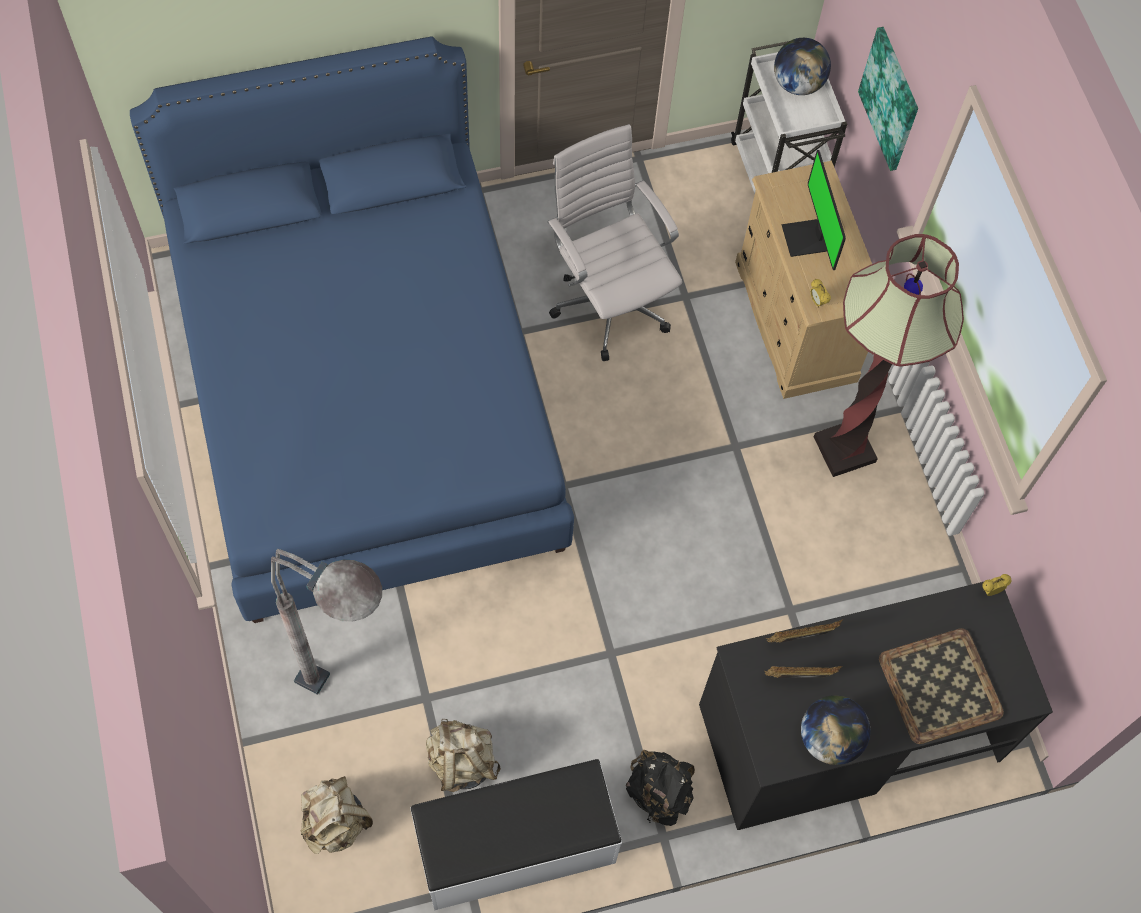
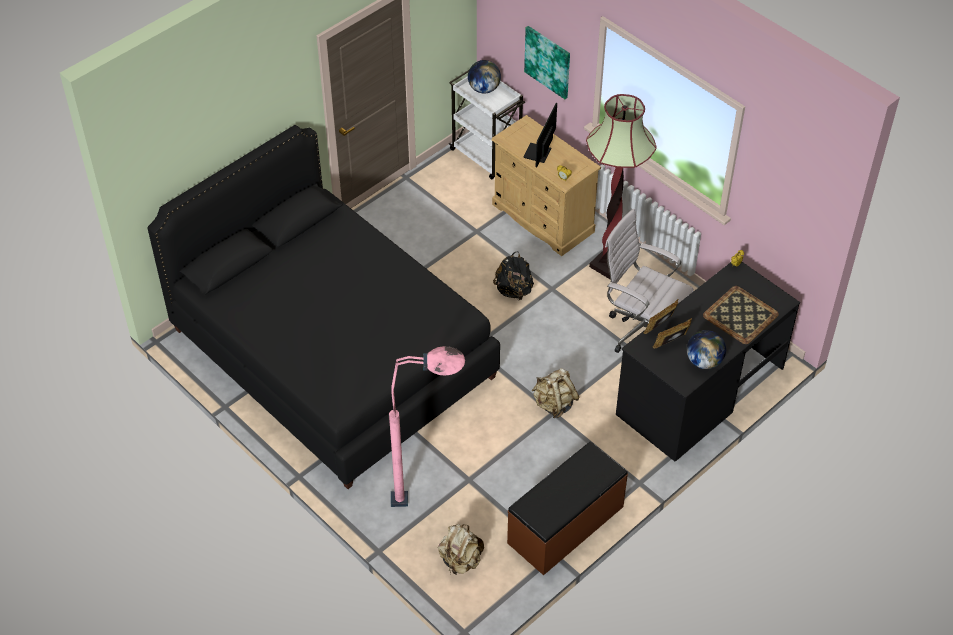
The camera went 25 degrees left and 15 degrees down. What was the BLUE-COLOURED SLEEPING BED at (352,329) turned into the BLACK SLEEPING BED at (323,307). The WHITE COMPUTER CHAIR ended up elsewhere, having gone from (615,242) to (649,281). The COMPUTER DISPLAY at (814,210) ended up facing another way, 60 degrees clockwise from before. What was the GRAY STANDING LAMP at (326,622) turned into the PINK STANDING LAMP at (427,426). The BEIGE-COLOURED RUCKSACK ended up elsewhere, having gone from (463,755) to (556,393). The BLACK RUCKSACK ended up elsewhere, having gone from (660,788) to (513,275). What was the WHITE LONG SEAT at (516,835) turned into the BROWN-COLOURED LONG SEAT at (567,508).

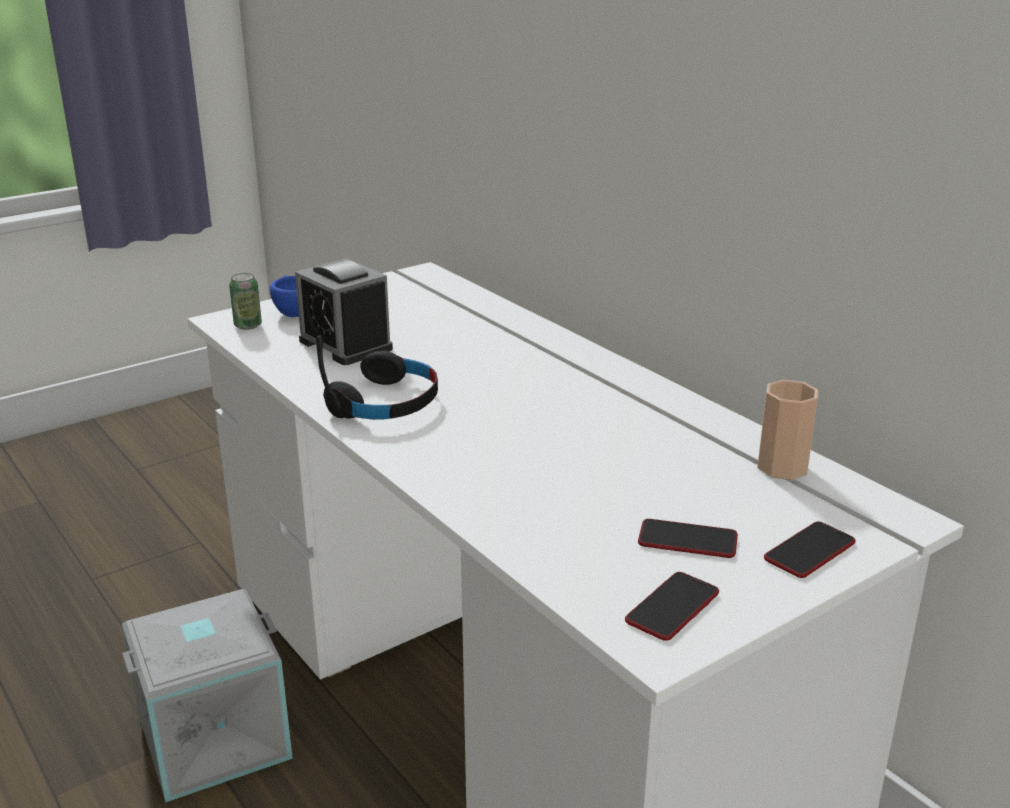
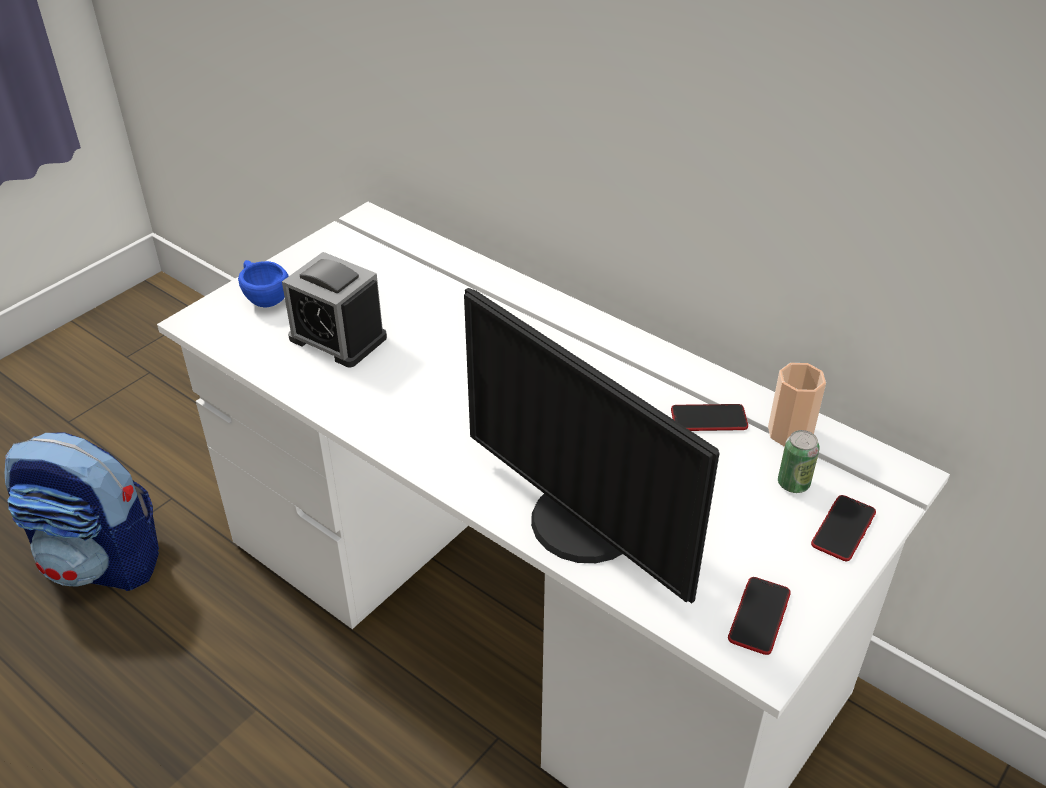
The camera went 15 degrees left and 15 degrees up. The SEALED CAN ended up elsewhere, having gone from (245,301) to (799,461). The second view lost the BLACK HEADPHONES at (377,377). The HANDSET ended up elsewhere, having gone from (688,538) to (709,417). The second view lost the GRAY STORAGE CONTAINER at (207,695). The second view gained the COMPUTER DISPLAY at (591,445). The second view gained the RUCKSACK at (82,512).

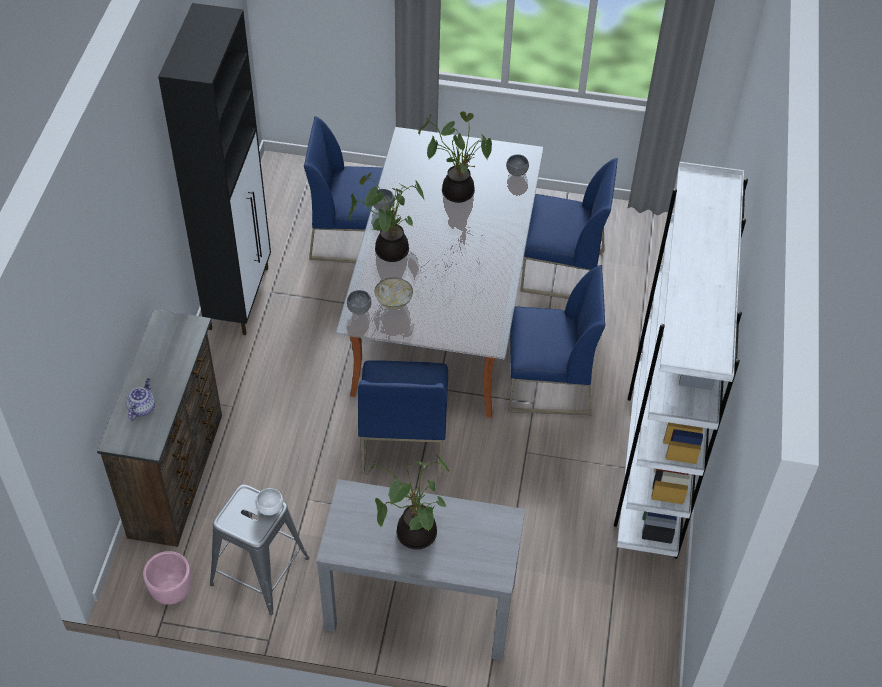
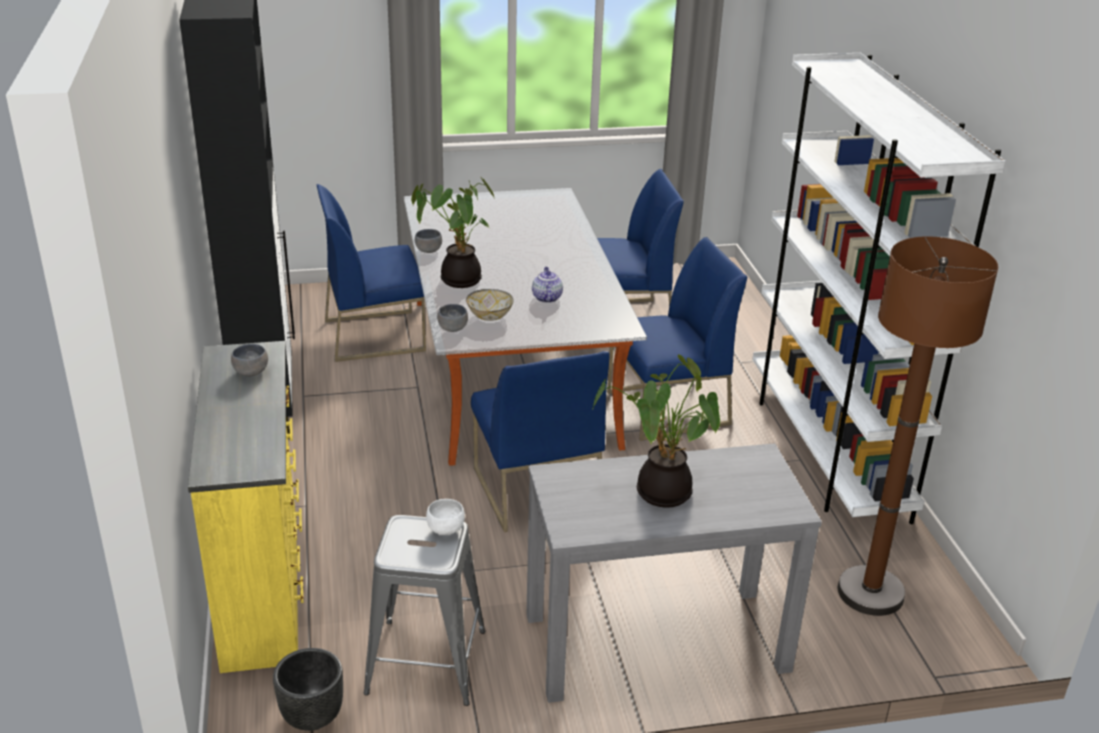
The camera went 20 degrees left and 20 degrees down. The second view lost the PLANT IN A POT at (455,157). The GRAY SERVING BOWL ended up elsewhere, having gone from (517,165) to (249,360). What was the BROWN-COLOURED DRAWER CHEST at (159,428) turned into the YELLOW DRAWER CHEST at (246,507). The TEA POT ended up elsewhere, having gone from (140,399) to (547,285). What was the PINK FLOWER POT at (167,578) turned into the BLACK FLOWER POT at (308,689). The second view gained the BROWN-COLOURED STANDING LAMP at (917,426).

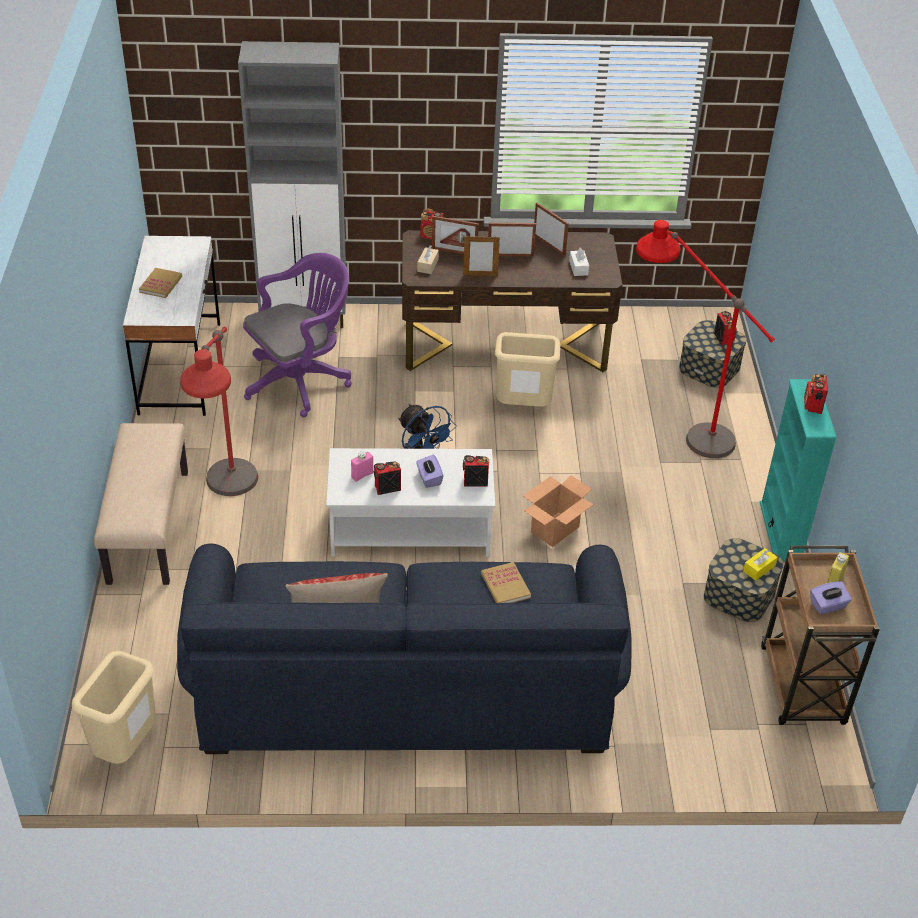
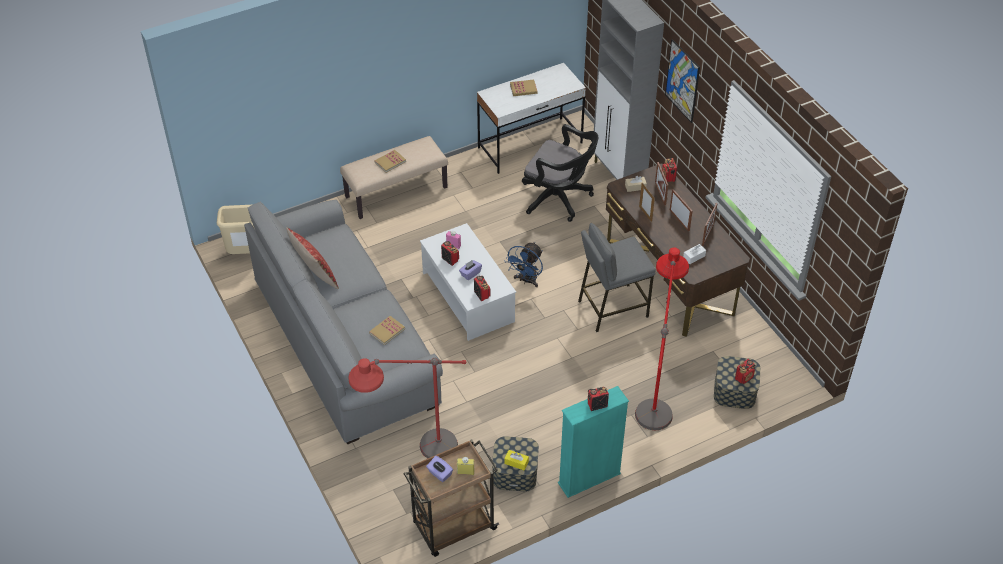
The camera went 65 degrees right and 5 degrees up. What was the PURPLE-COLOURED COMPUTER CHAIR at (297,335) turned into the BLACK COMPUTER CHAIR at (560,173). The RED-COLOURED STANDING LAMP ended up elsewhere, having gone from (219,411) to (407,408). Where the BEIGE-COLOURED RUBBISH BIN stood at (527,369), the GRAY SITTING STOOL came to stand at (617,277). The second view lost the PACKING BOX at (558,511). What was the BLUE-COLOURED SETTEE at (404,649) turned into the GRAY SETTEE at (343,322). The second view gained the WALL PICTURE at (682,81). The second view gained the BOUND BOOK at (390,161).

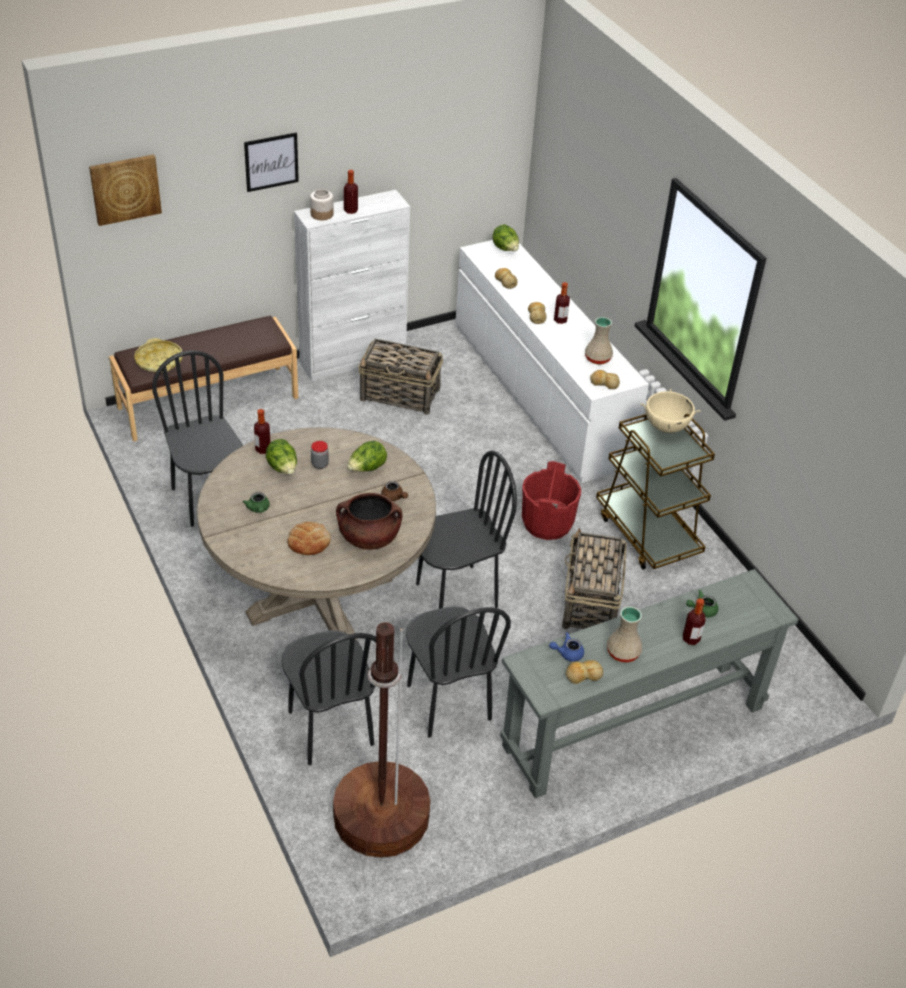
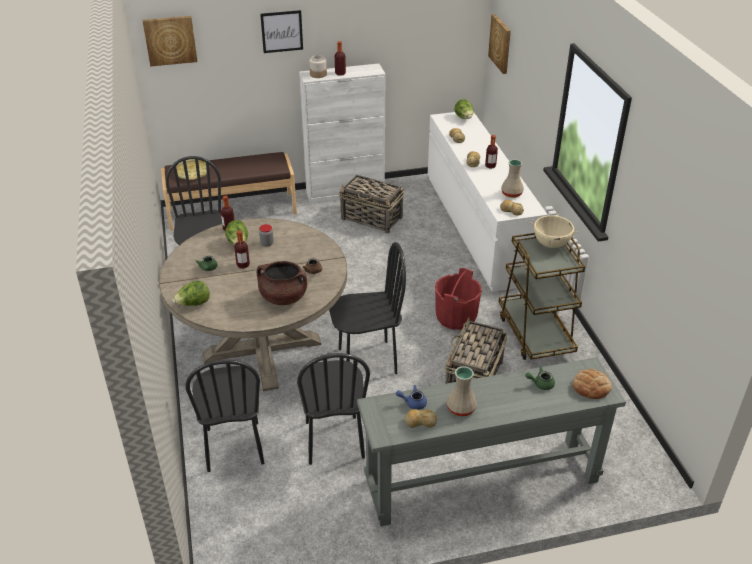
The camera went 15 degrees right and 5 degrees down. The LETTUCE ended up elsewhere, having gone from (367,456) to (191,293). The BAKERY BREAD ended up elsewhere, having gone from (309,538) to (592,384). The BEVERAGE BOTTLE ended up elsewhere, having gone from (694,621) to (242,249). The second view lost the BROWN-COLOURED STANDING LAMP at (381,740). The second view gained the WALL PICTURE at (499,44).

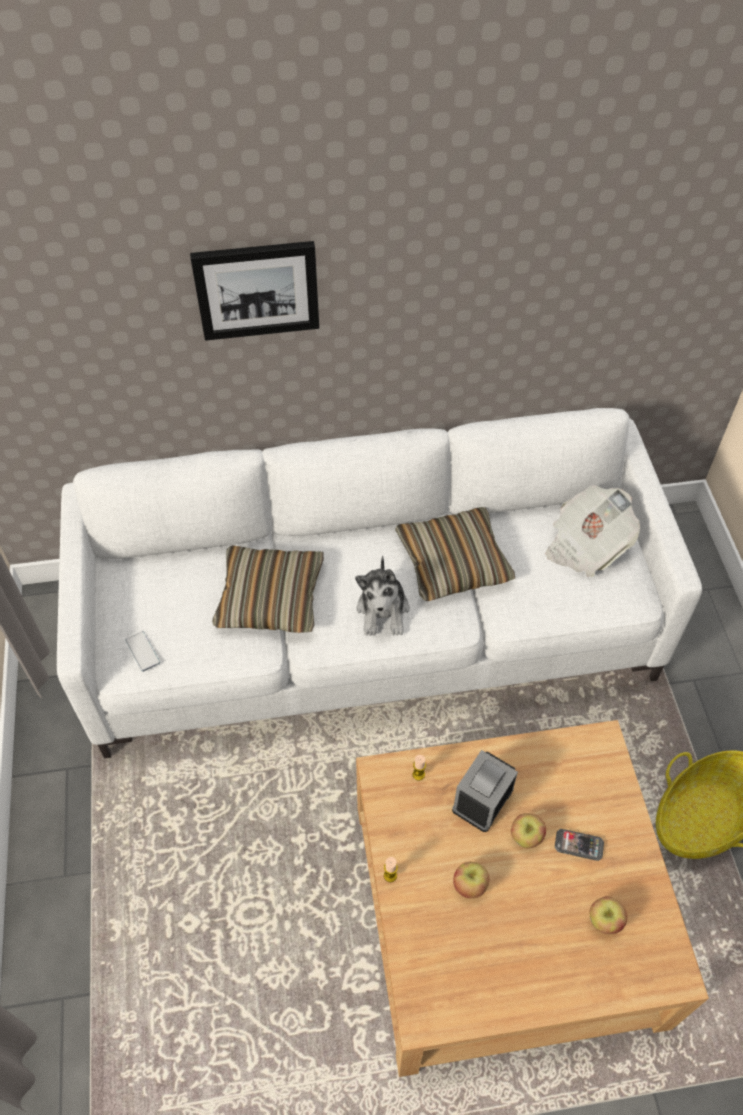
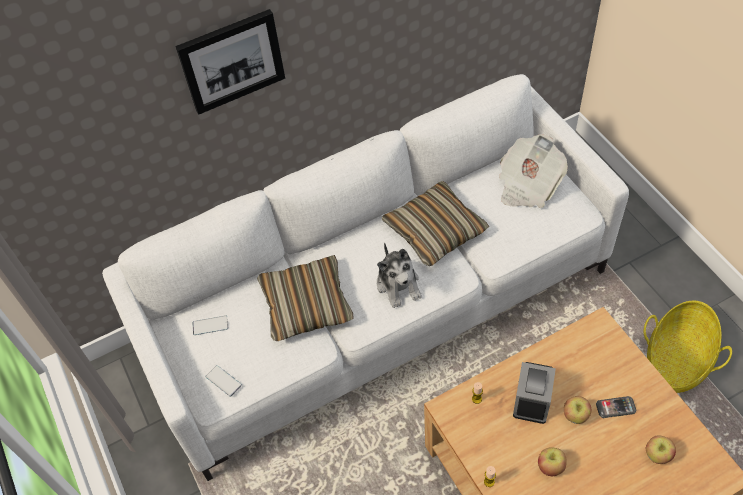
The camera went 15 degrees left and 0 degrees up. The second view gained the HANDSET at (210,325).

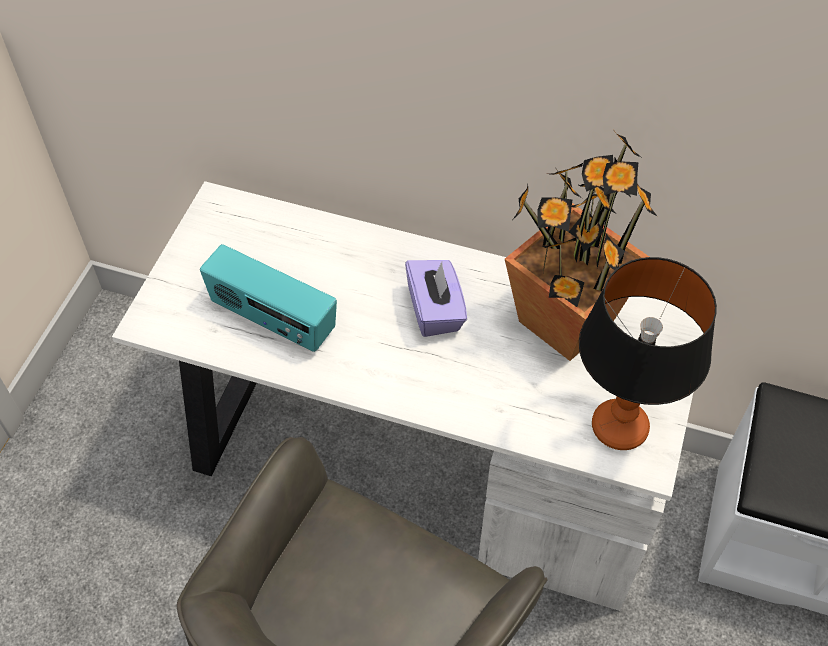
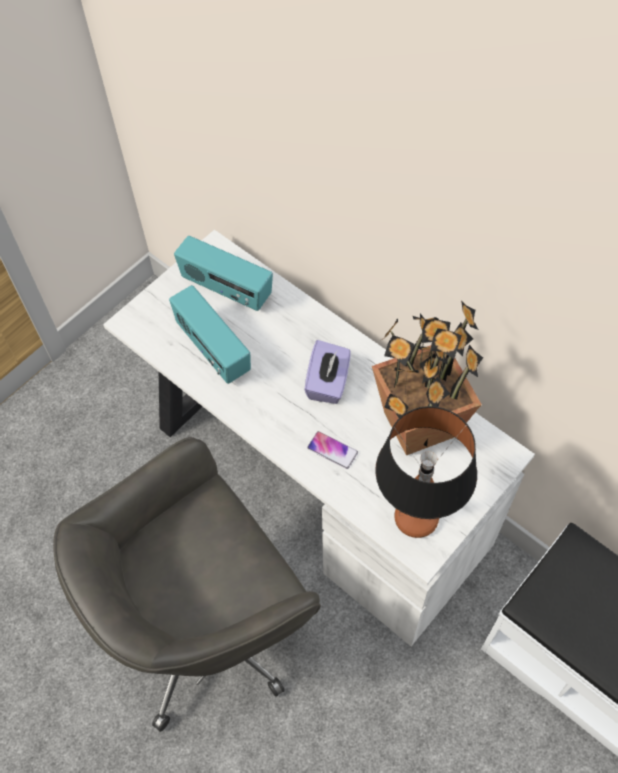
The camera went 25 degrees right and 5 degrees up. The second view gained the RADIO SET at (223,273). The second view gained the HANDSET at (332,450).

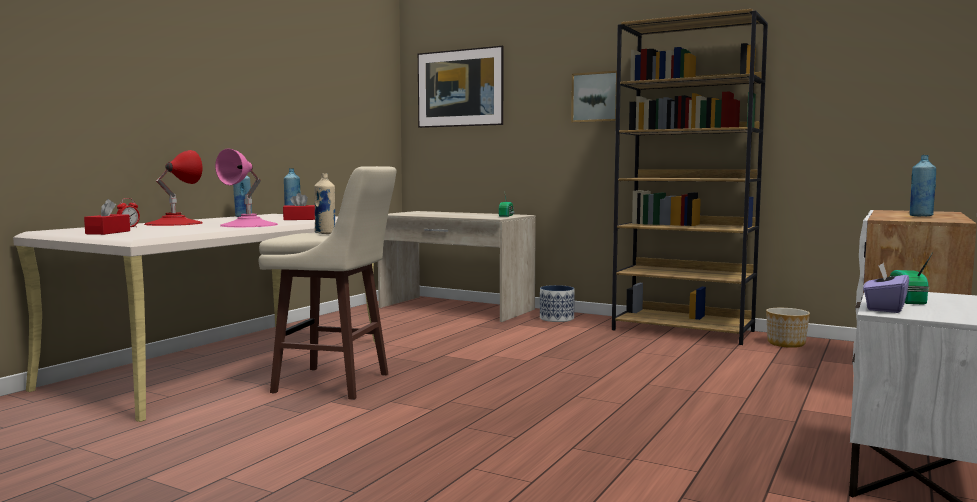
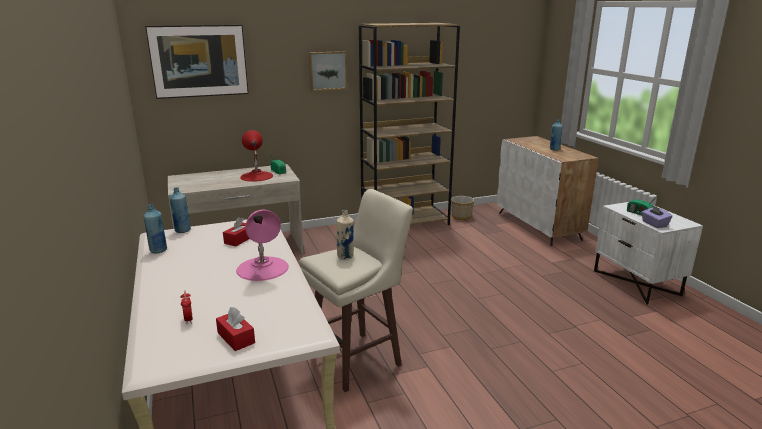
The camera went 50 degrees left and 15 degrees up. The RED-COLOURED LAMP FOR A TABLE ended up elsewhere, having gone from (173,188) to (256,156). The second view lost the FLOWER POT at (557,303).

